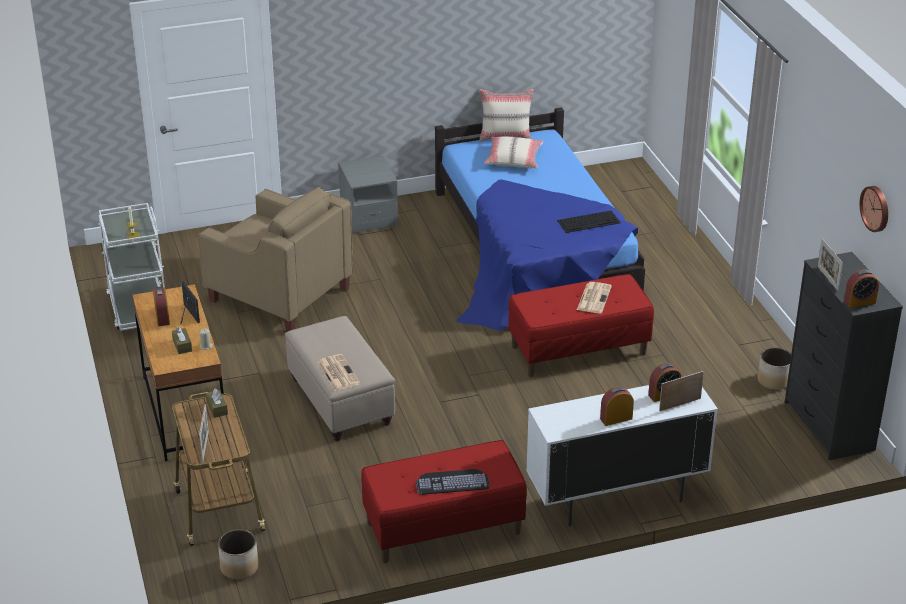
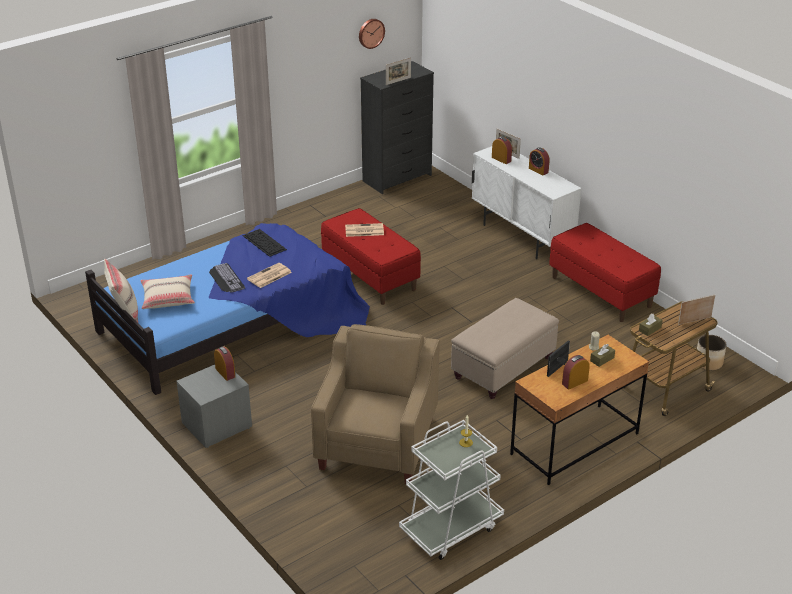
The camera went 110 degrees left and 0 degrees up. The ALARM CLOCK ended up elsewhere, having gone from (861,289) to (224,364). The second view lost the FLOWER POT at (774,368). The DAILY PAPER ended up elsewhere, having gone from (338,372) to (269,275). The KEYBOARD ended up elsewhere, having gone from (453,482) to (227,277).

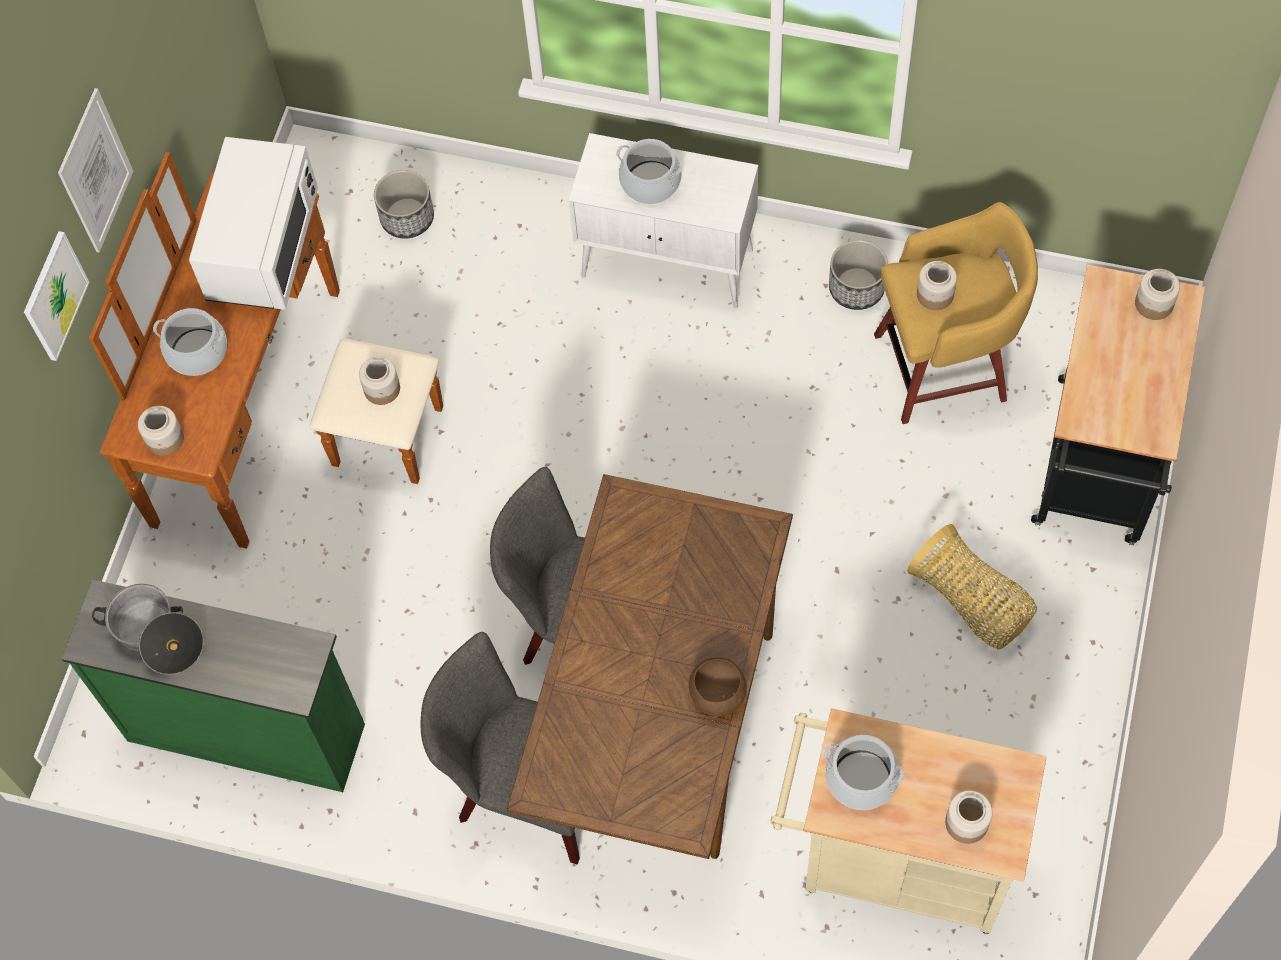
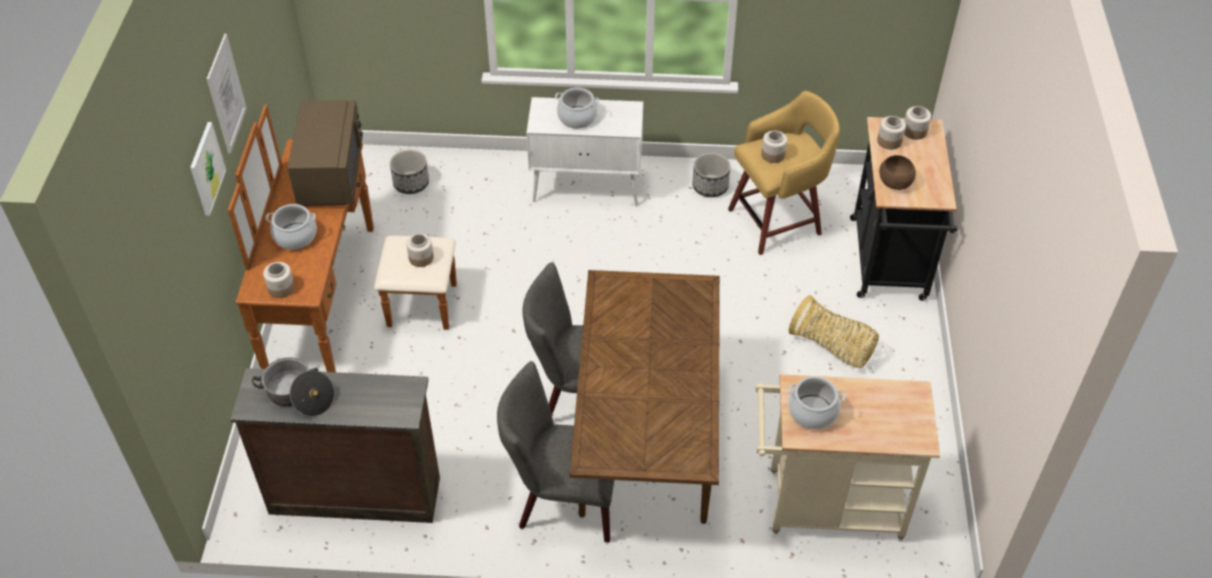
The camera went 15 degrees left and 15 degrees down. What was the WHITE KITCHEN MICROWAVE at (253,223) turned into the BROWN-COLOURED KITCHEN MICROWAVE at (325,153). What was the GREENISH DRAWER CHEST at (213,685) turned into the BROWN-COLOURED DRAWER CHEST at (335,445). The BROWN-COLOURED SERVING BOWL ended up elsewhere, having gone from (718,687) to (897,172). The JAR ended up elsewhere, having gone from (968,817) to (891,133).

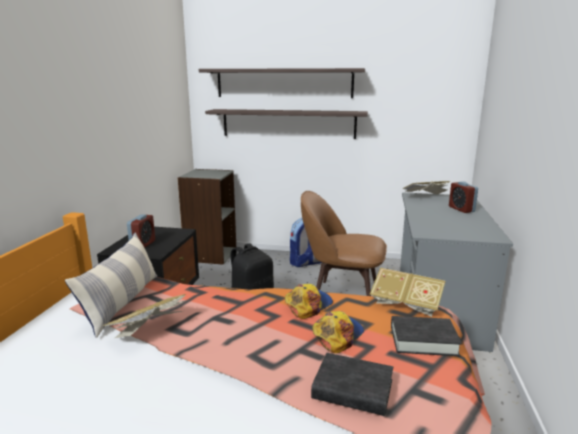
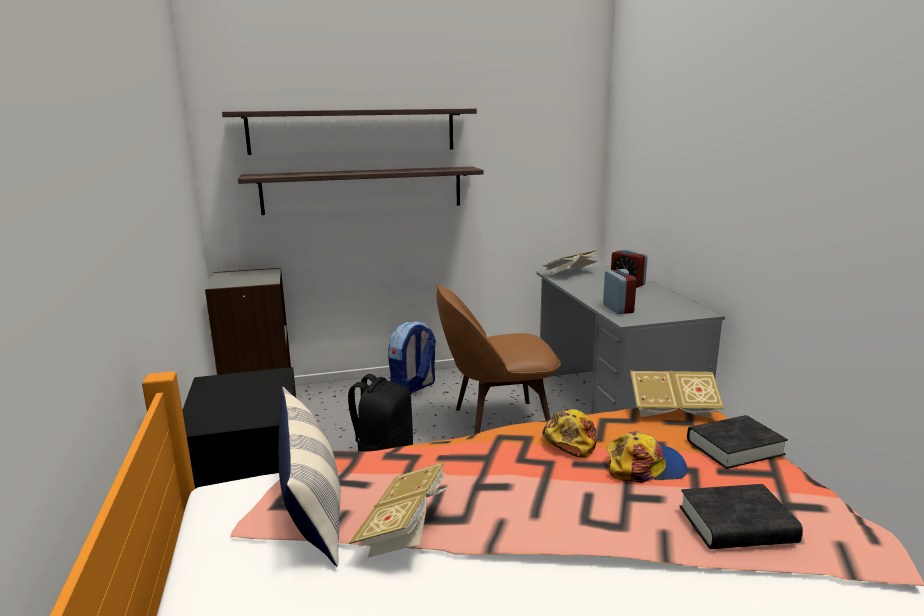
The camera went 25 degrees left and 0 degrees up. The ALARM CLOCK ended up elsewhere, having gone from (141,231) to (620,291). The BASEBALL CAP at (338,332) ended up facing another way, 75 degrees clockwise from before.

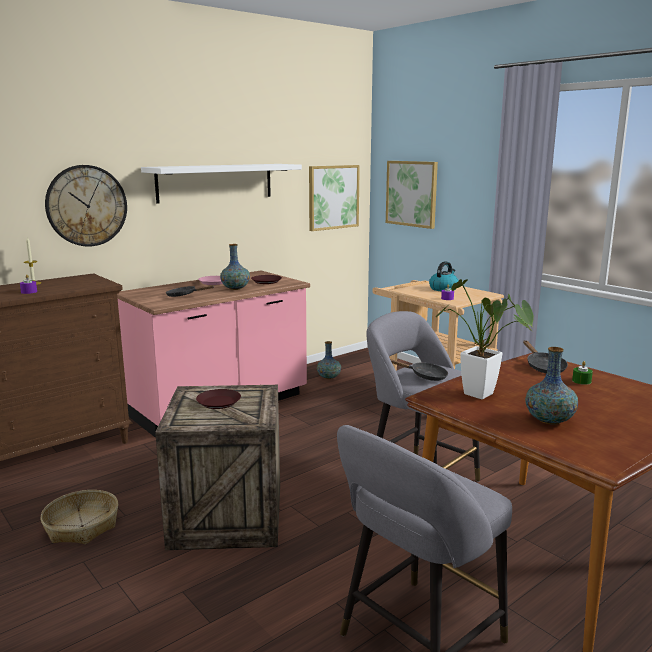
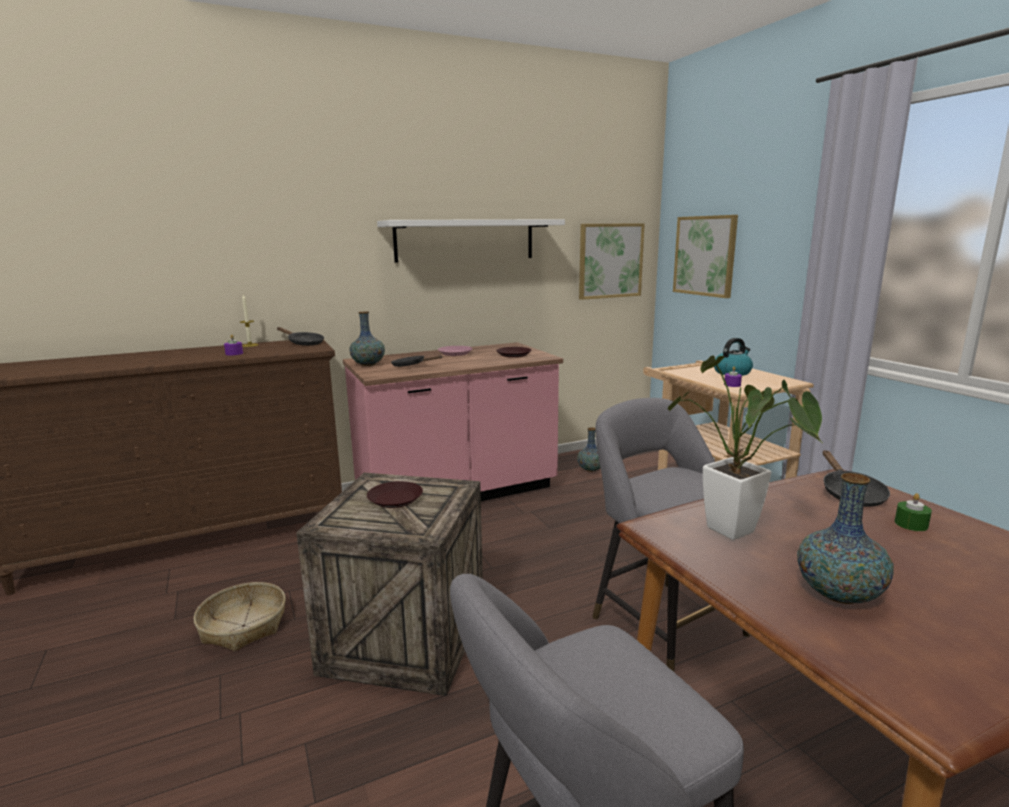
The camera went 15 degrees right and 0 degrees up. The second view lost the HANGING CLOCK at (86,206). The VASE ended up elsewhere, having gone from (235,267) to (367,338). The BLACK PAN ended up elsewhere, having gone from (419,370) to (300,336).

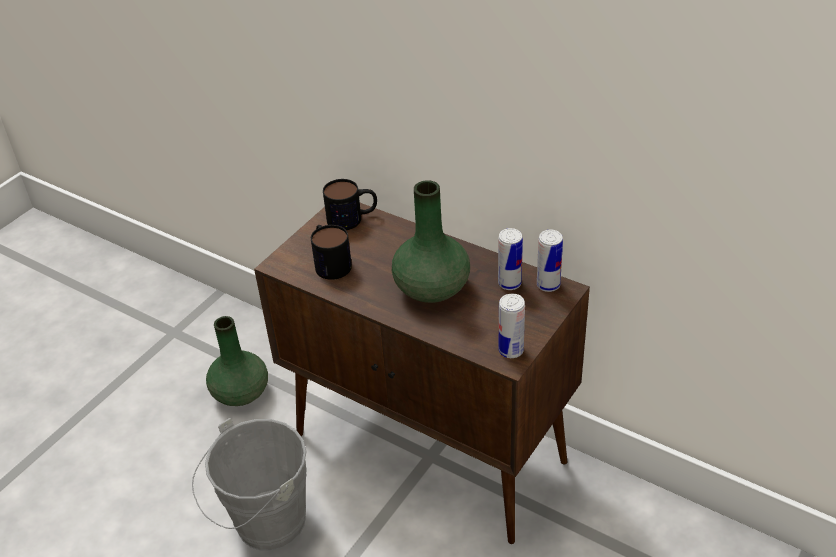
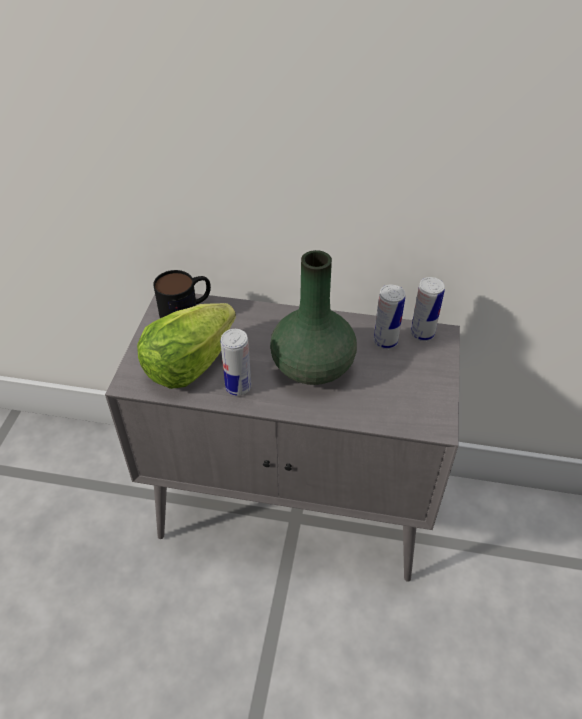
The camera went 25 degrees left and 5 degrees up. What was the BROWN-COLOURED CUPBOARD at (422,373) turned into the GRAY CUPBOARD at (282,438). Where the TEA MUG stood at (331,252), the LETTUCE came to stand at (186,346). The SEALED CAN ended up elsewhere, having gone from (512,326) to (235,362). The second view lost the GREENISH VASE at (237,361). The second view lost the GRAY PAIL at (249,484).

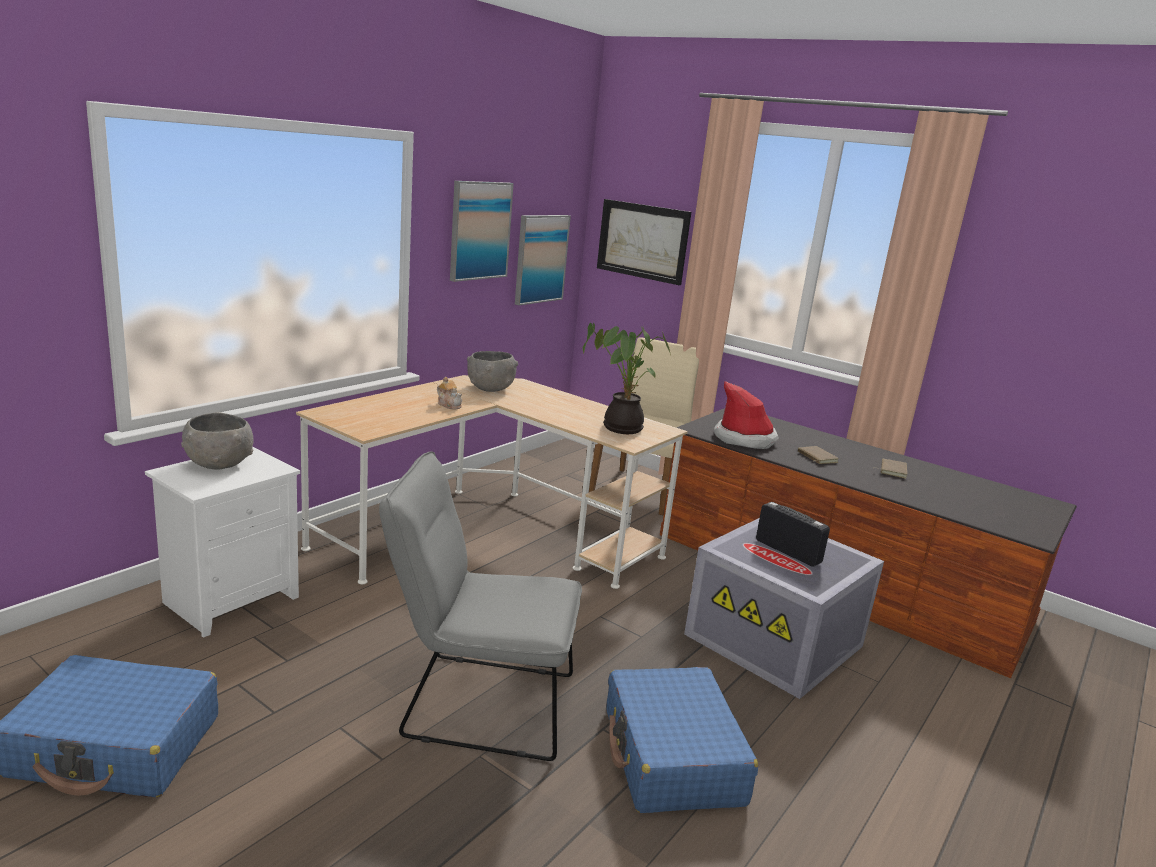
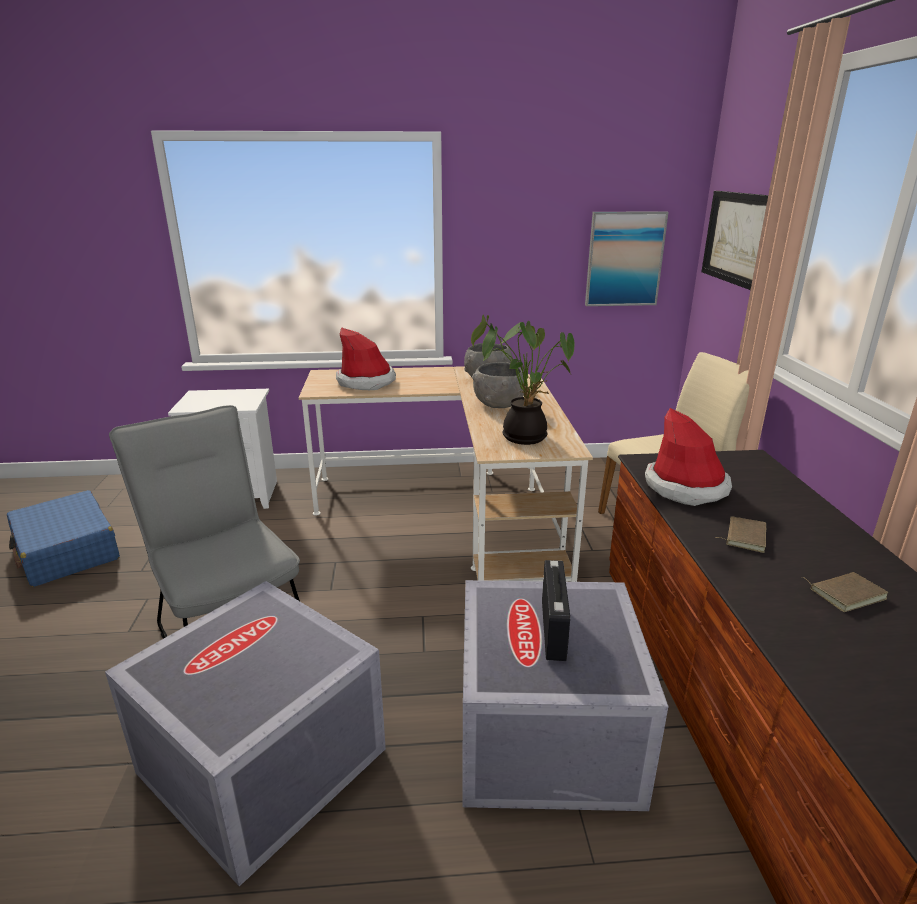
The camera went 50 degrees right and 5 degrees up. The second view lost the WALL PICTURE at (482,231). The second view lost the TEA POT at (449,393). The GRAY SERVING BOWL ended up elsewhere, having gone from (217,441) to (499,385). Where the BLUE-COLOURED PIECE OF LUGGAGE stood at (682,740), the GRAY STORAGE CONTAINER came to stand at (245,734). The second view gained the WEARABLE HAT at (366,358).

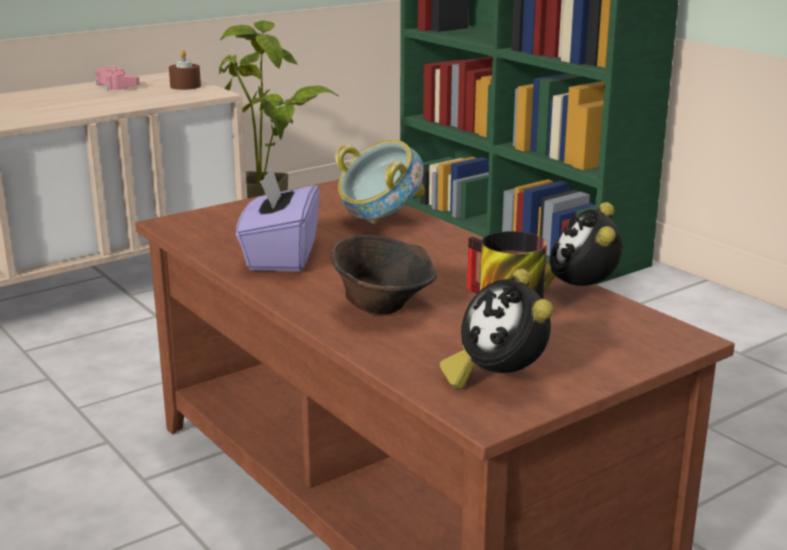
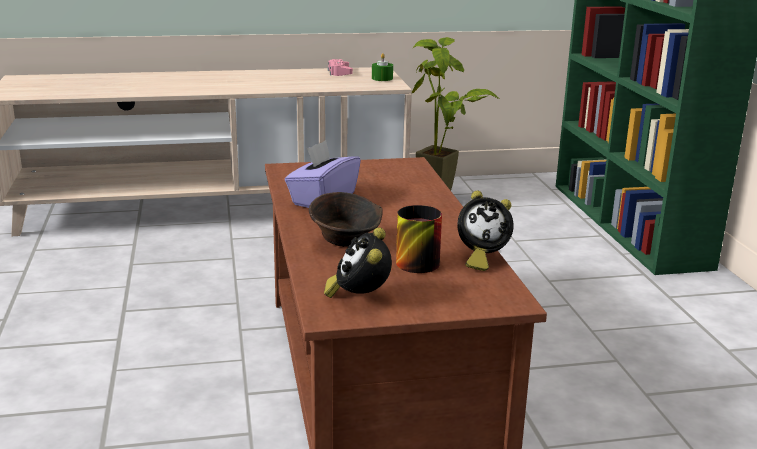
The camera went 25 degrees right and 0 degrees up. What was the BROWN-COLOURED WAX LIGHT at (185,70) turned into the GREENISH WAX LIGHT at (382,67). The second view lost the SERVING BOWL at (380,182). The ALARM CLOCK at (583,246) ended up facing another way, 120 degrees counterclockwise from before.

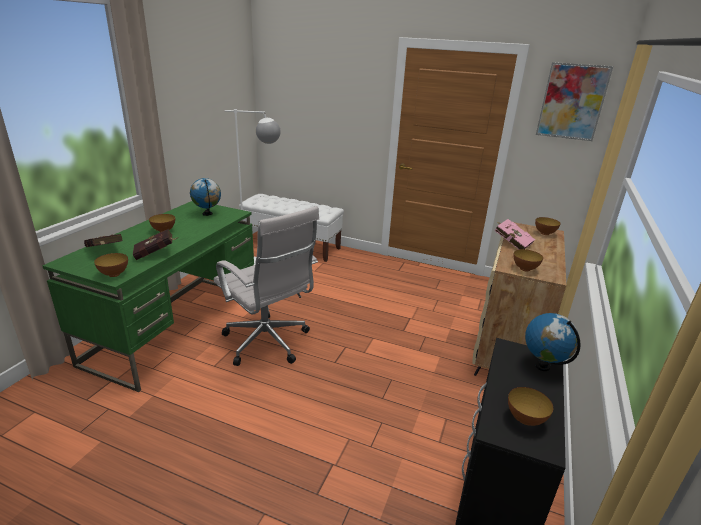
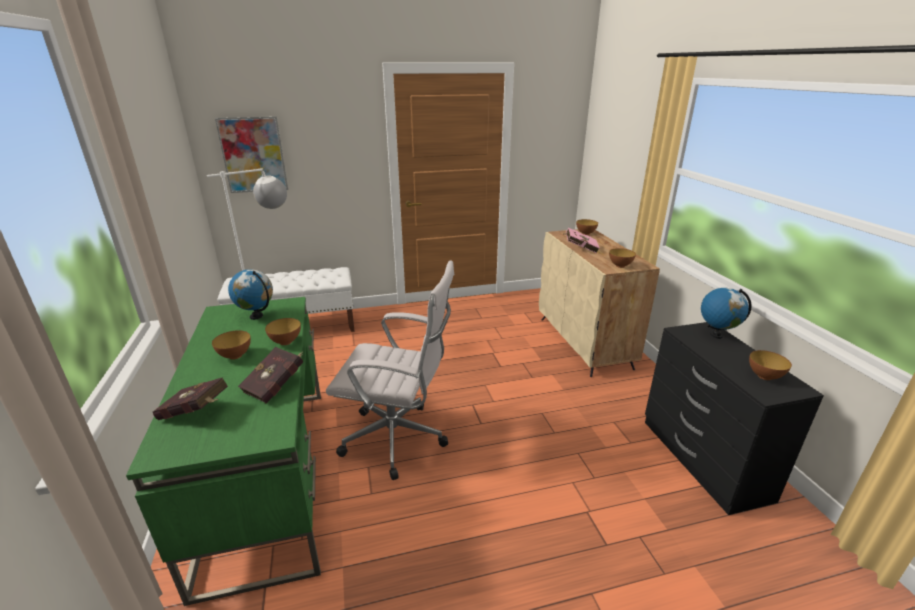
The camera went 35 degrees left and 0 degrees up. The WALL PICTURE ended up elsewhere, having gone from (574,101) to (251,154). The SERVING BOWL ended up elsewhere, having gone from (111,265) to (283,331).

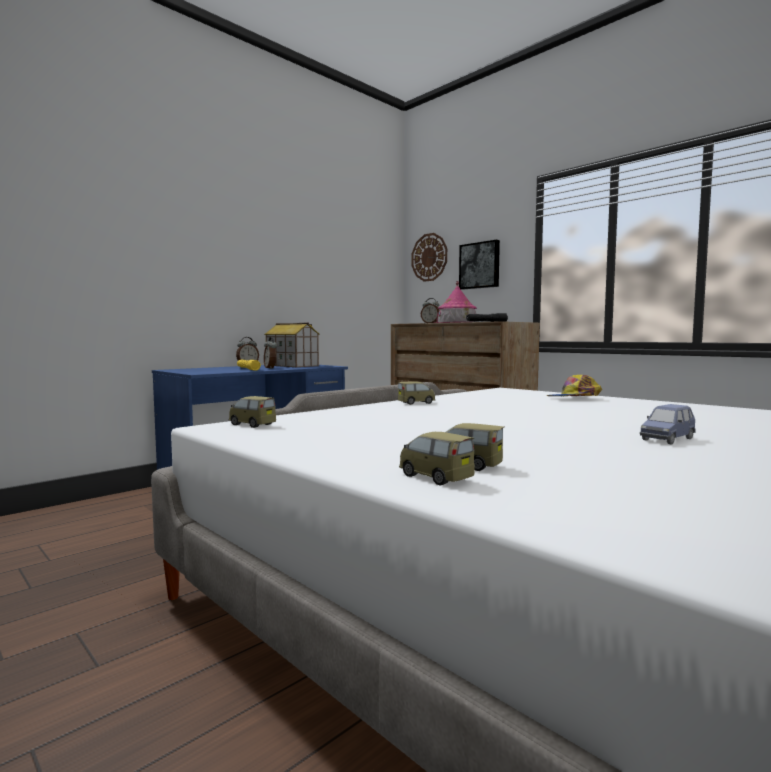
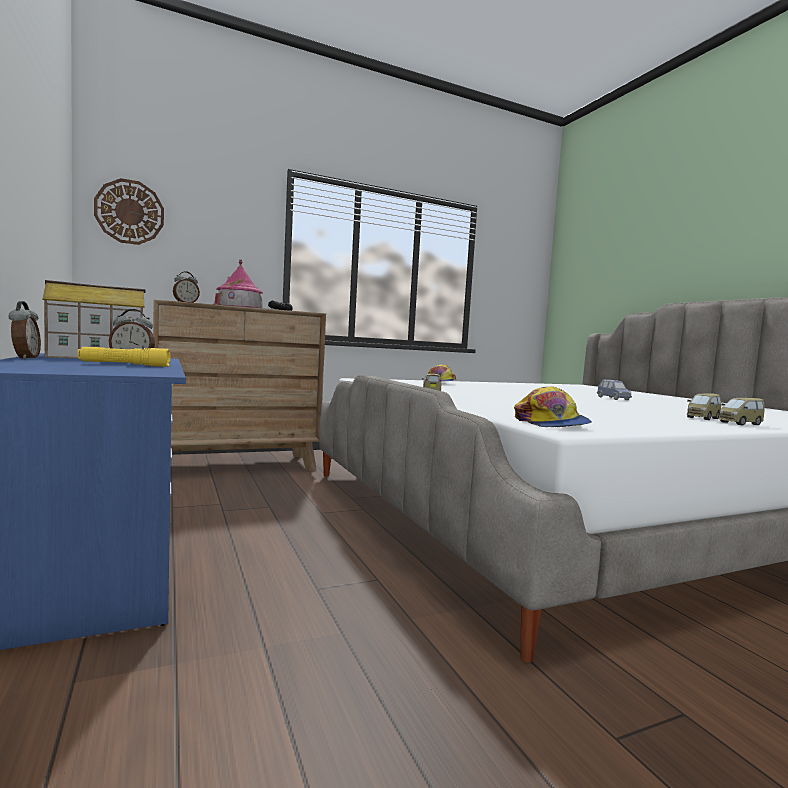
The camera went 70 degrees left and 0 degrees up. The second view lost the WALL PICTURE at (479,264). Where the TOY CAR stood at (252,412), the BASEBALL CAP came to stand at (553,406).

